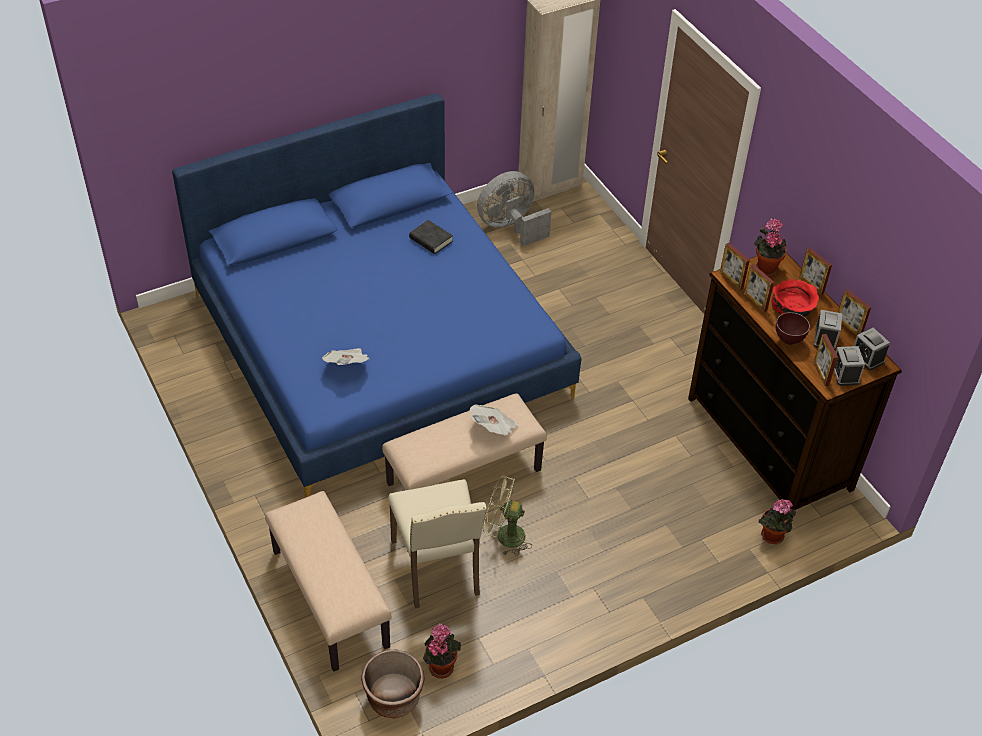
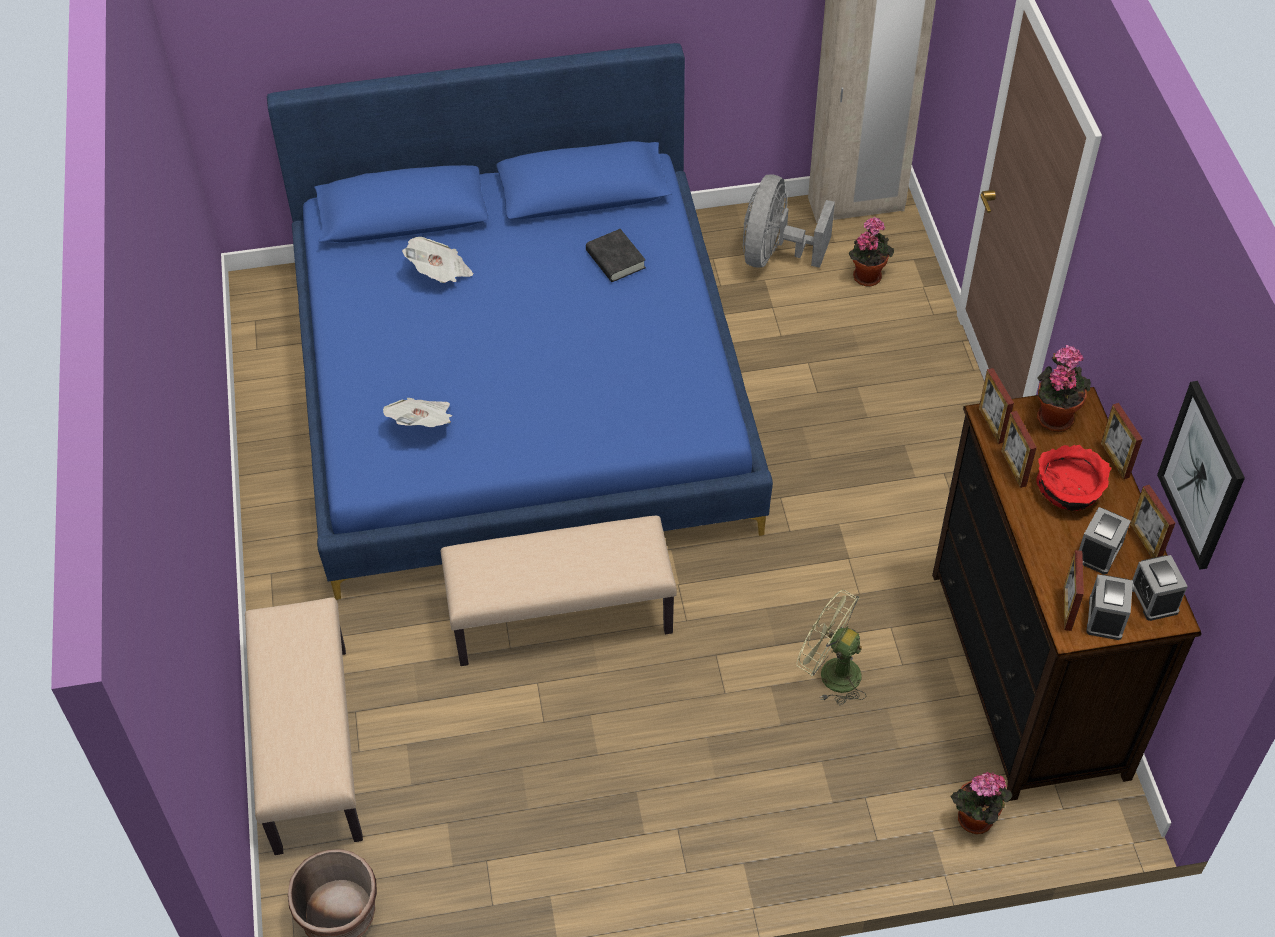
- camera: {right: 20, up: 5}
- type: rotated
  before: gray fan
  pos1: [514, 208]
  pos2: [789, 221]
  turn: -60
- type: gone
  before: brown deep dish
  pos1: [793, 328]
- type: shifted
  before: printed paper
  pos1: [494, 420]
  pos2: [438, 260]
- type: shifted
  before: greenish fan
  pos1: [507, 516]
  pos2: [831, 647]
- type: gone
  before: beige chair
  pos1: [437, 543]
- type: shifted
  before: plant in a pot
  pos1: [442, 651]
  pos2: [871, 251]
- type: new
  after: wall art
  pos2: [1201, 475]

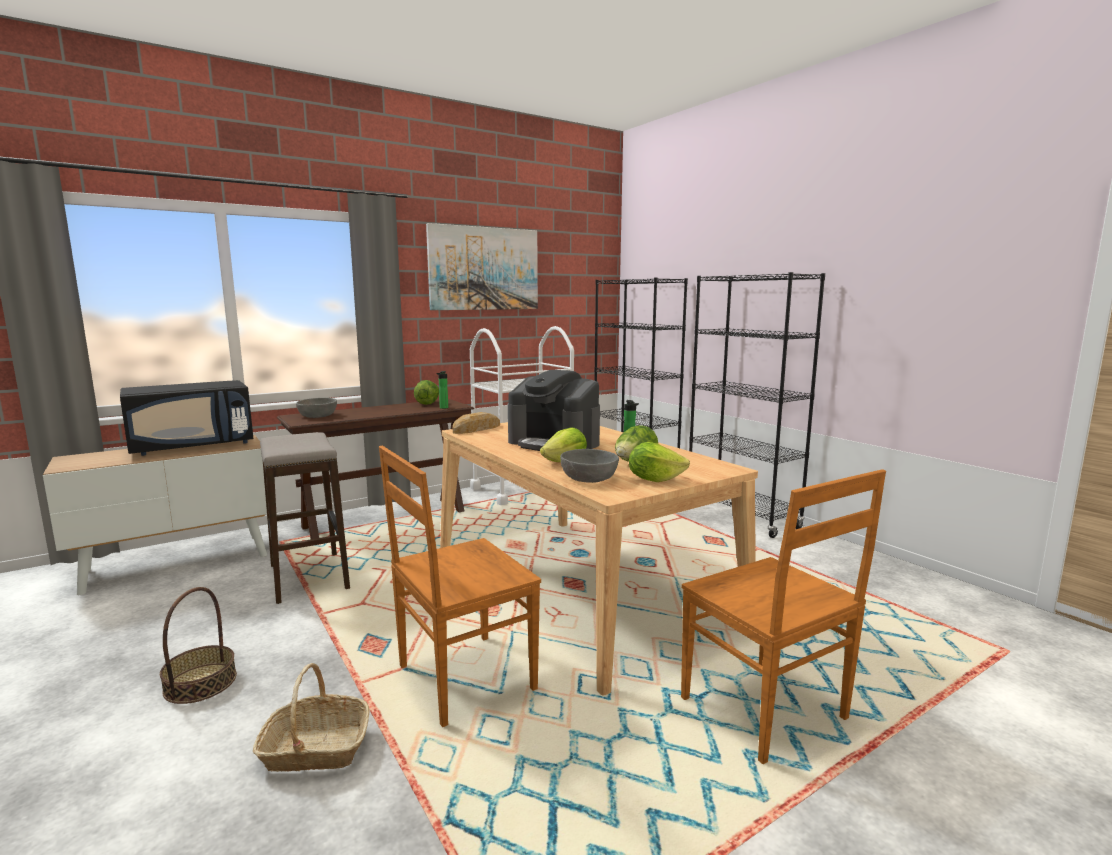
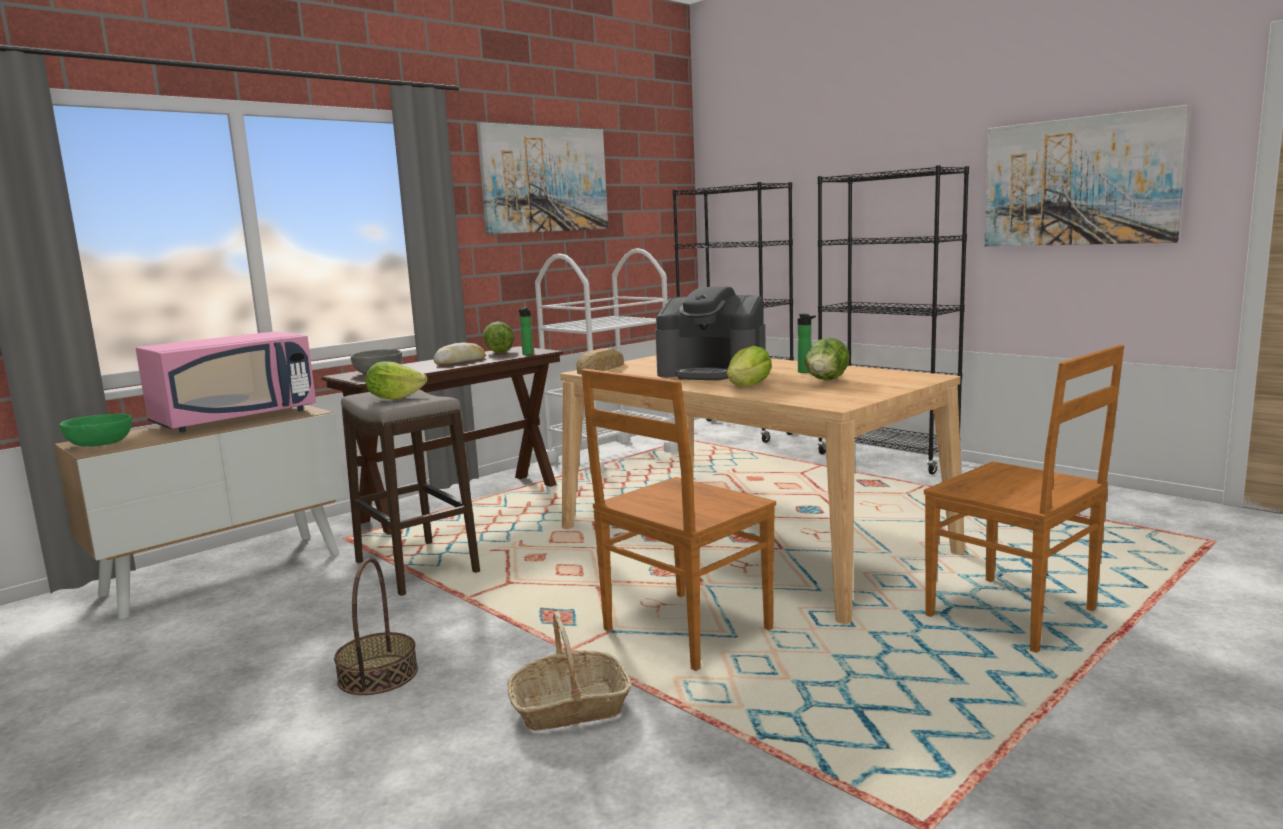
- camera: {right: -10, up: 0}
- type: repainted
  before: black-coloured microwave oven
  after: pinkish microwave oven
  pos1: [187, 418]
  pos2: [226, 381]
- type: shifted
  before: lettuce head
  pos1: [659, 462]
  pos2: [396, 380]
- type: gone
  before: gray deep dish
  pos1: [589, 466]
- type: new
  after: wall art
  pos2: [1087, 175]
- type: new
  after: bakery bread
  pos2: [459, 353]
- type: new
  after: greenish deep dish
  pos2: [96, 430]

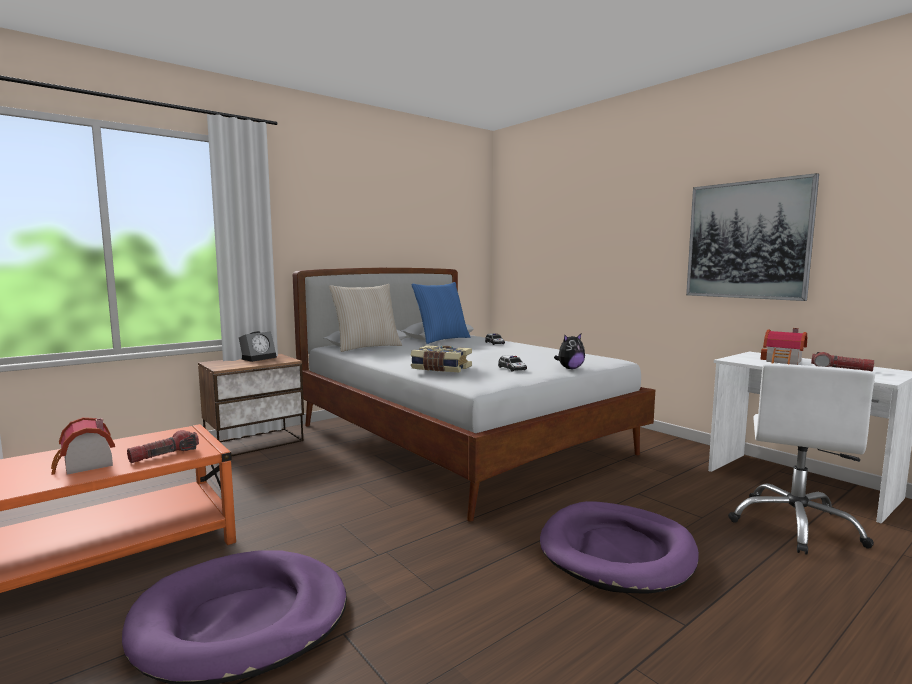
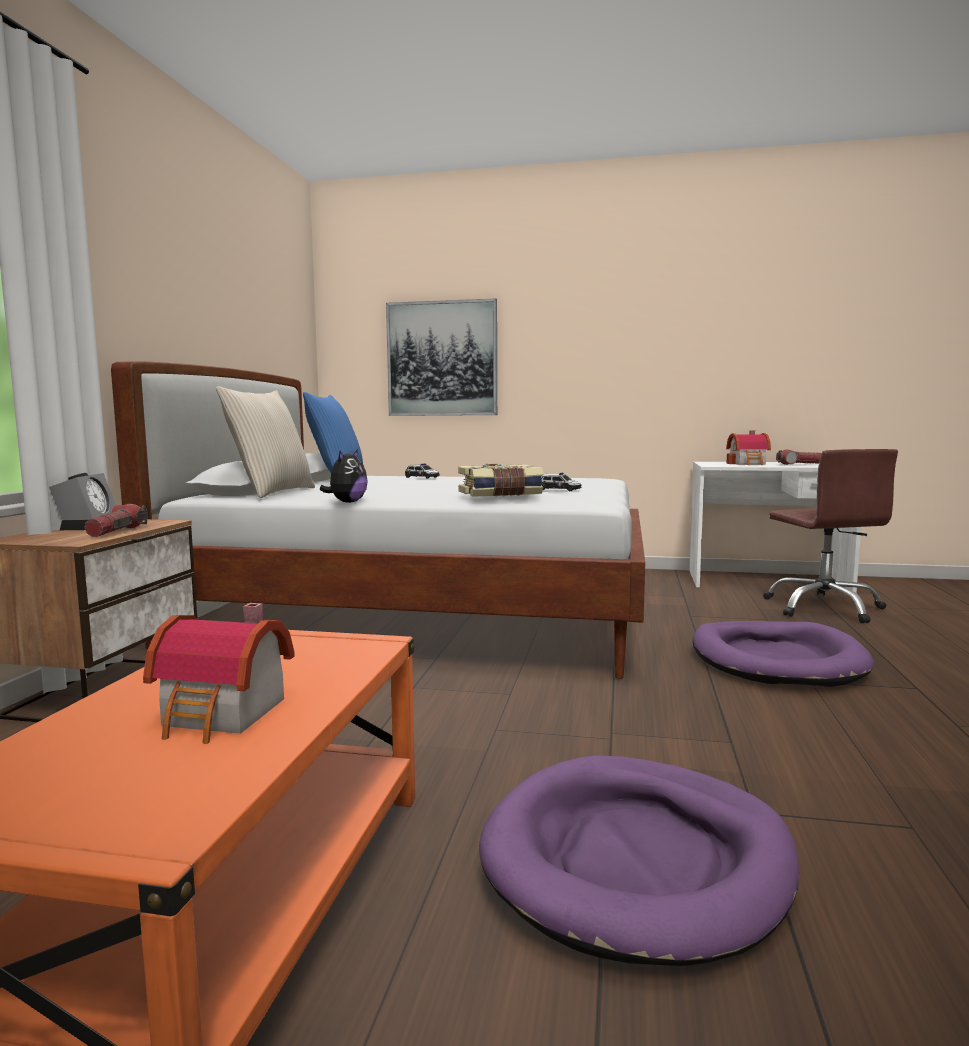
- camera: {right: -40, up: 0}
- type: shifted
  before: wall art
  pos1: [752, 237]
  pos2: [441, 357]
- type: shifted
  before: soft toy
  pos1: [569, 351]
  pos2: [343, 476]
- type: repainted
  before: white-coloured desk chair
  after: brown desk chair
  pos1: [801, 459]
  pos2: [830, 536]
- type: shifted
  before: flashlight
  pos1: [163, 446]
  pos2: [116, 520]

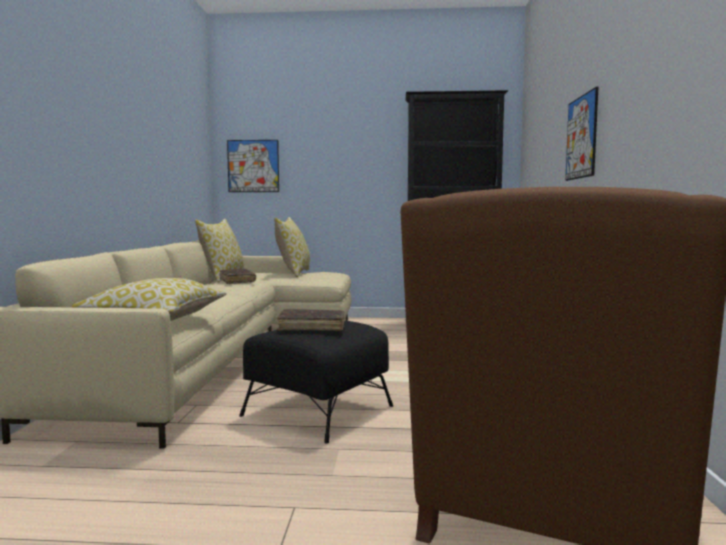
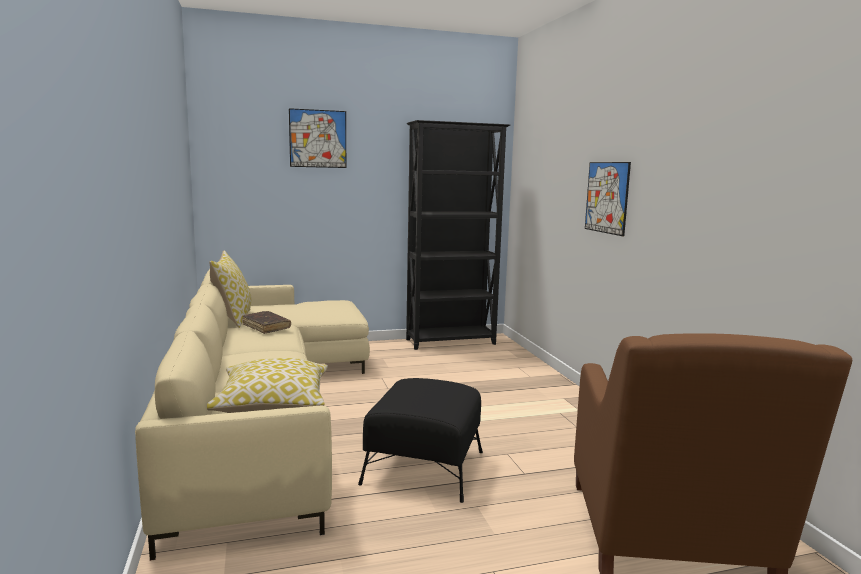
- camera: {right: -20, up: 5}
- type: shifted
  before: wall art
  pos1: [253, 166]
  pos2: [317, 138]
- type: gone
  before: pillow
  pos1: [292, 247]
- type: gone
  before: brown bound book
  pos1: [310, 320]

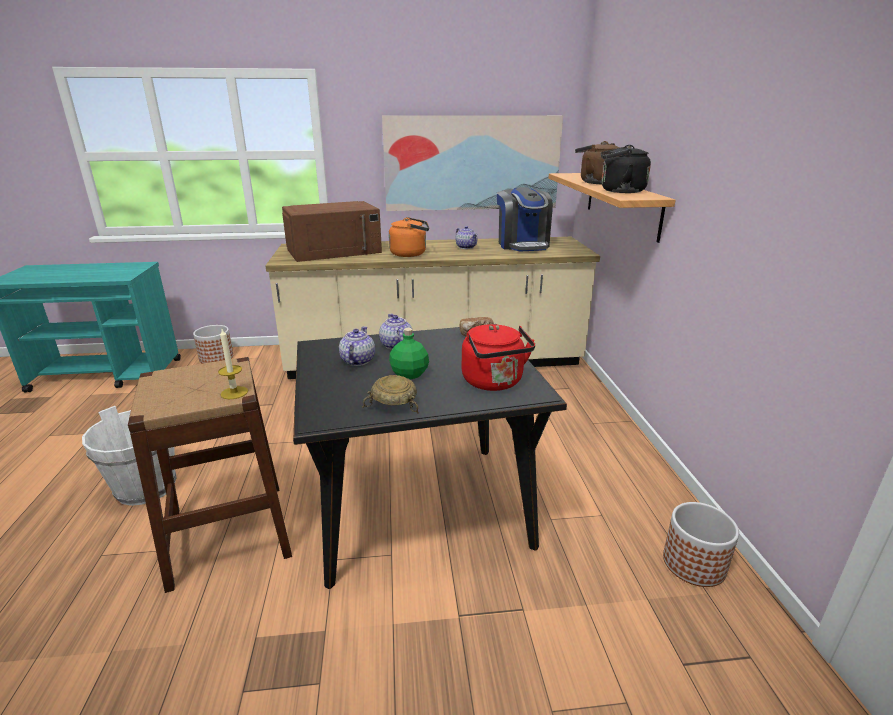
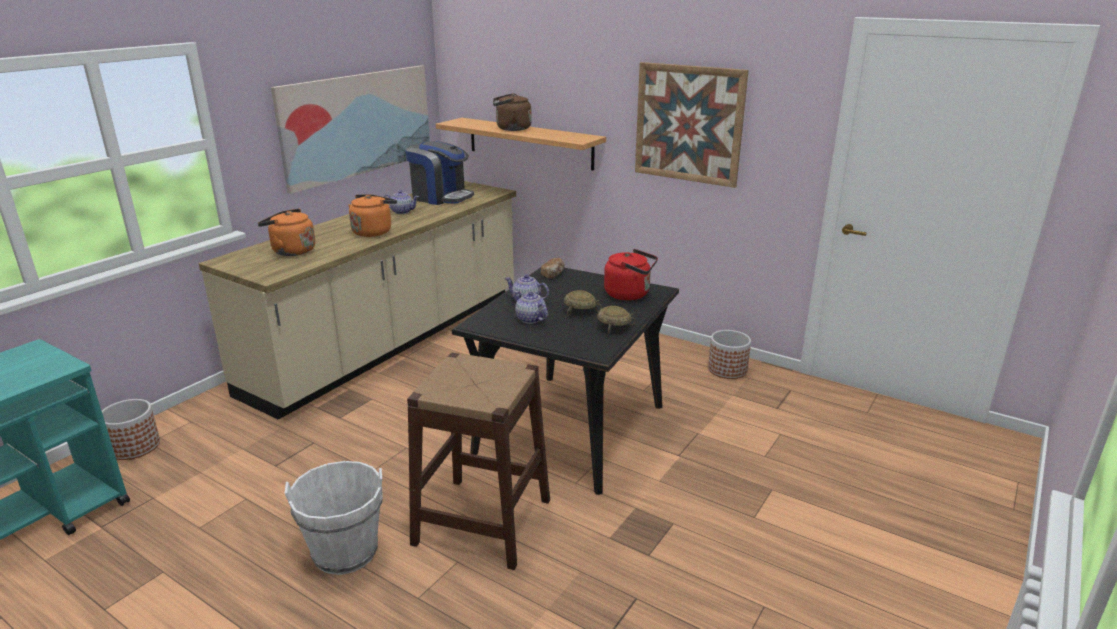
- camera: {right: -50, up: 0}
- type: gone
  before: black-coloured kettle
  pos1: [626, 169]
- type: swapped
  before: brown microwave oven
  after: orange-coloured kettle
  pos1: [332, 231]
  pos2: [286, 232]
- type: swapped
  before: greenish beverage bottle
  after: beige deep dish
  pos1: [409, 353]
  pos2: [583, 303]
- type: gone
  before: wax candle
  pos1: [233, 364]
- type: new
  after: wall art
  pos2: [692, 125]

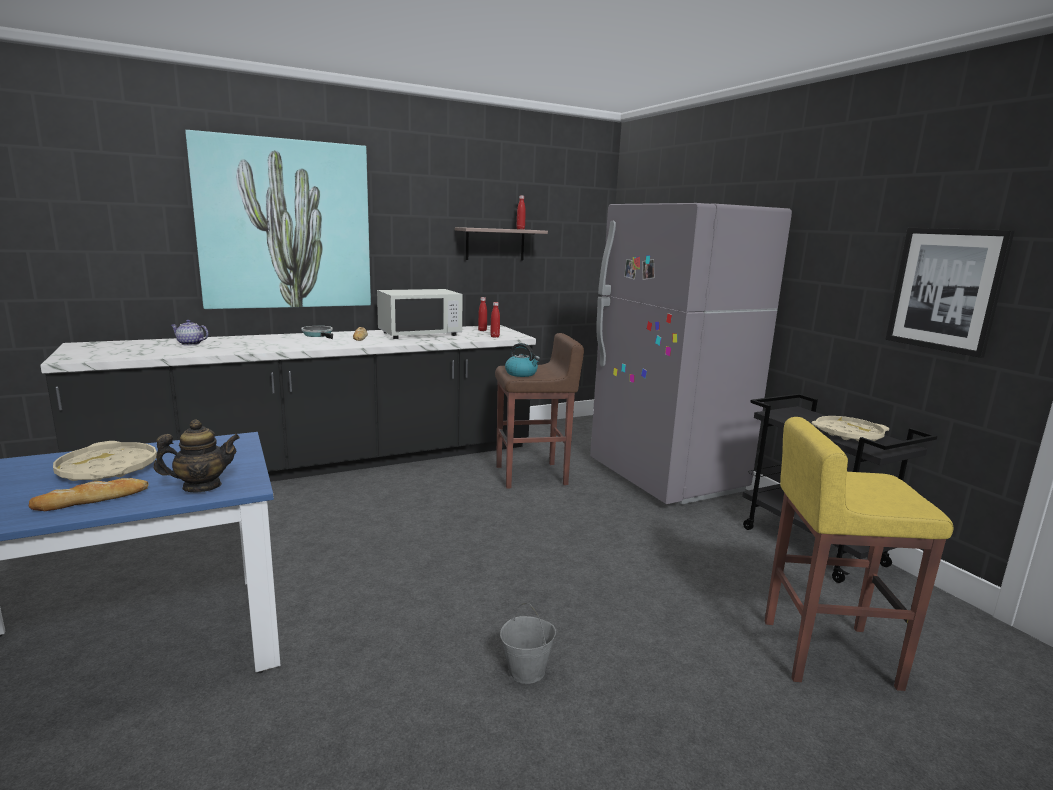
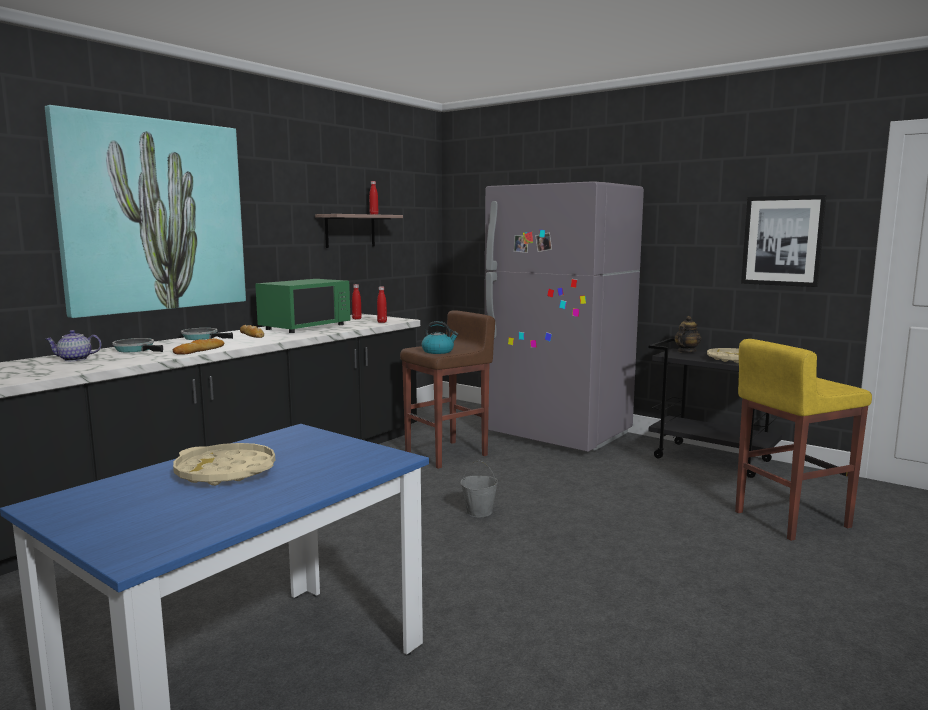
- camera: {right: -25, up: -5}
- type: repainted
  before: white-coloured microwave oven
  after: greenish microwave oven
  pos1: [420, 314]
  pos2: [302, 306]
- type: shifted
  before: pot for tea
  pos1: [197, 456]
  pos2: [688, 334]
- type: shifted
  before: bakery bread
  pos1: [88, 494]
  pos2: [198, 346]
- type: shifted
  before: gray bucket
  pos1: [528, 643]
  pos2: [479, 488]
- type: new
  after: pan
  pos2: [137, 345]

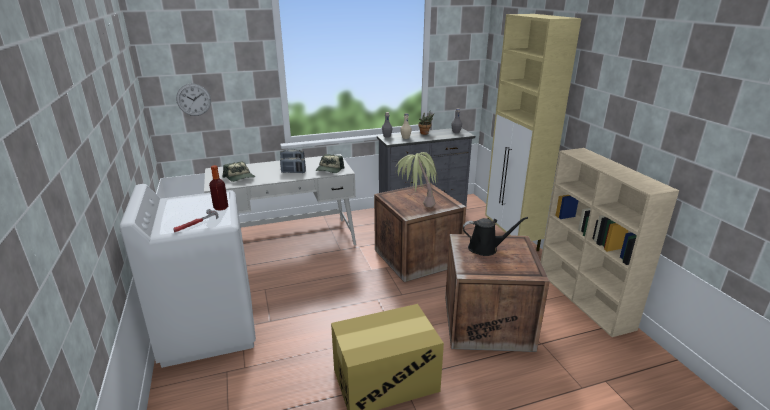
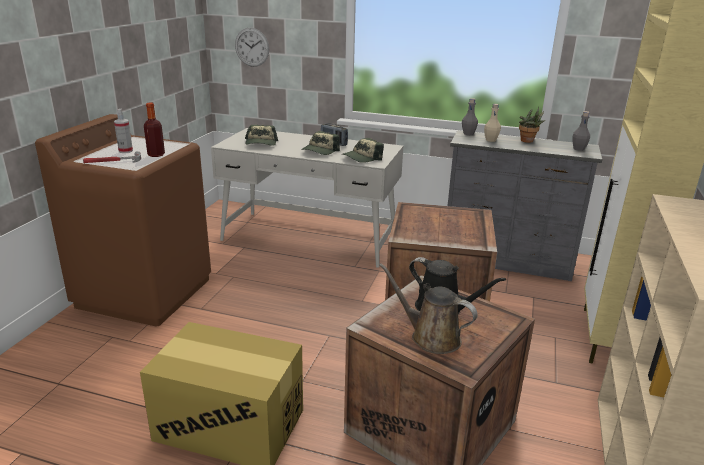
- camera: {right: 35, up: 0}
- type: gone
  before: plant in a pot
  pos1: [416, 180]
- type: swapped
  before: radio receiver
  after: cap
  pos1: [293, 165]
  pos2: [320, 143]
- type: repainted
  before: white-coloured laundry appliance
  after: brown laundry appliance
  pos1: [187, 276]
  pos2: [123, 220]
- type: new
  after: spray bottle
  pos2: [123, 131]
- type: new
  after: brown sprinkling can
  pos2: [428, 308]

